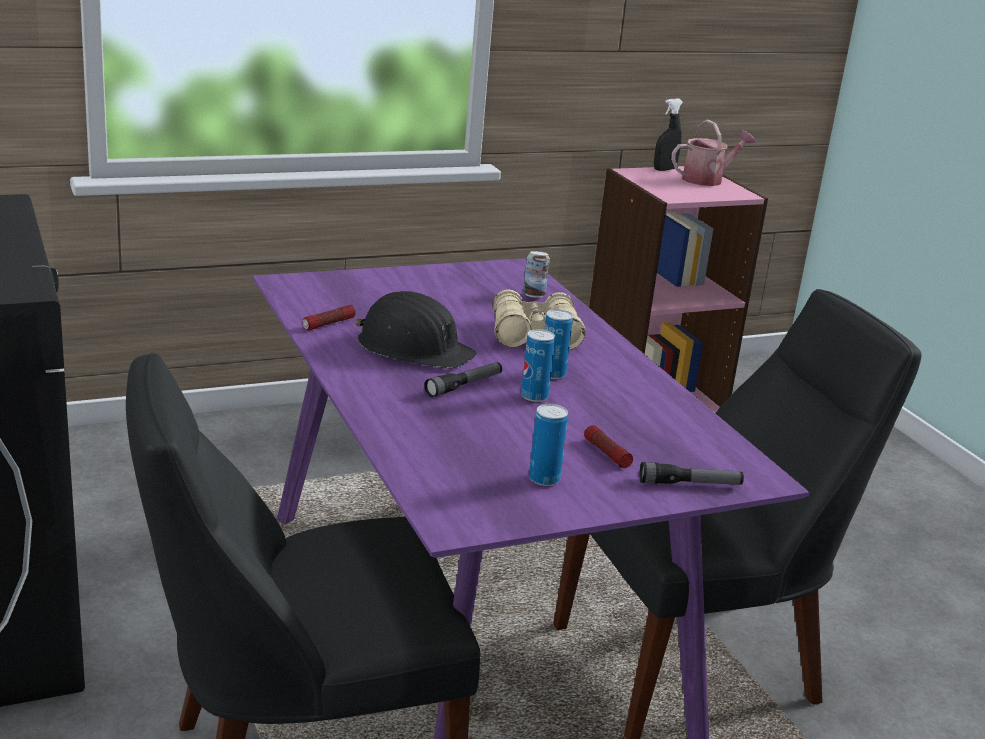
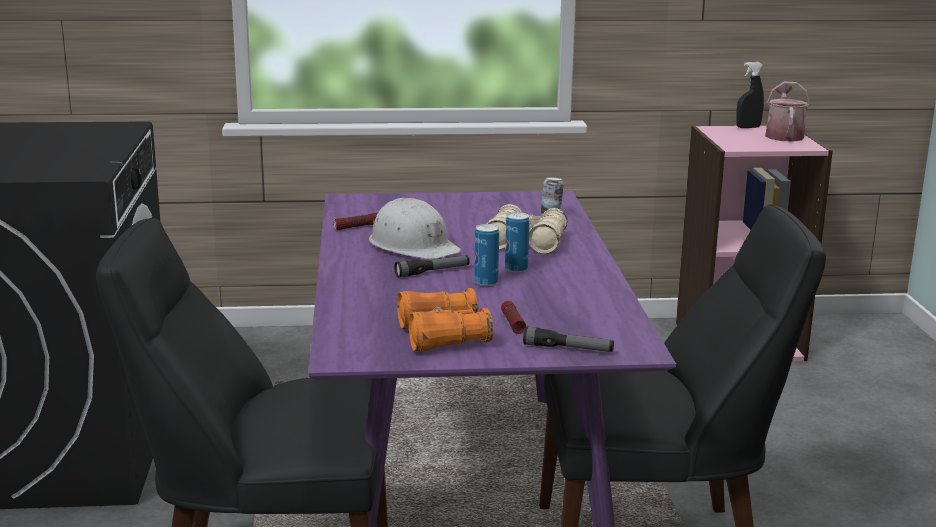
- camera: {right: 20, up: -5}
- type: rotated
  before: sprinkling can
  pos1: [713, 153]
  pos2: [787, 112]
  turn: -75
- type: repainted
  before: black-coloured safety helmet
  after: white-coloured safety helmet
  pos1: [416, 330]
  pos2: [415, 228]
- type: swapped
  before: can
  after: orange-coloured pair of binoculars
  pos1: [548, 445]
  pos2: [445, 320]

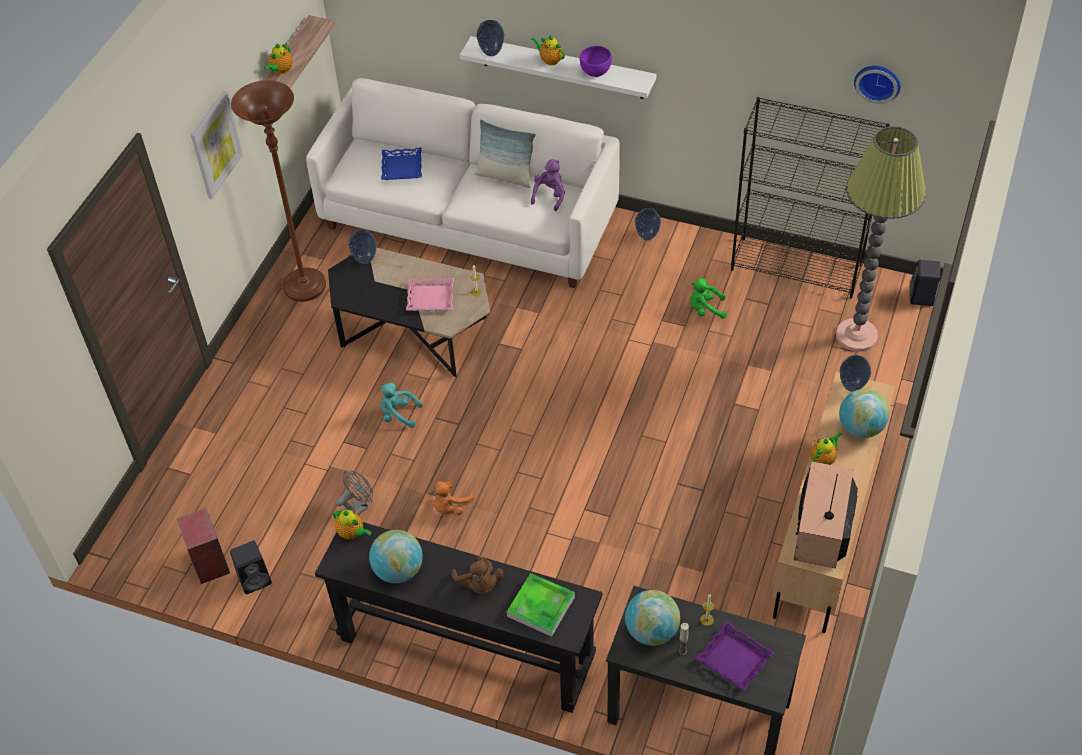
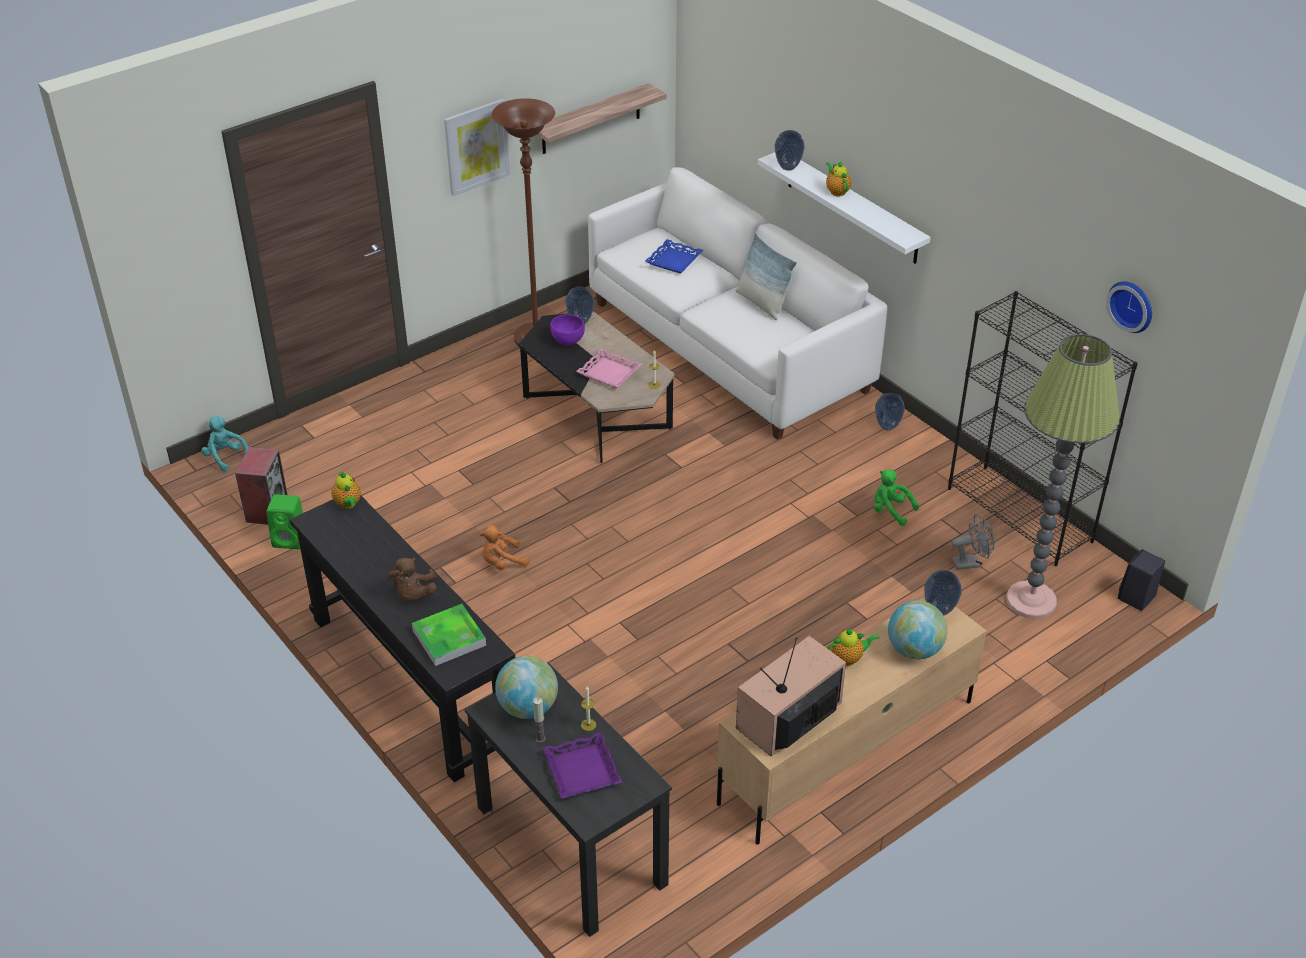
- camera: {right: 30, up: -10}
- type: gone
  before: pot for tea
  pos1: [278, 58]
- type: shifted
  before: purple deep dish
  pos1: [596, 61]
  pos2: [567, 330]
- type: gone
  before: purple soft toy
  pos1: [548, 185]
- type: shifted
  before: blue-green soft toy
  pos1: [401, 405]
  pos2: [225, 444]
- type: shifted
  before: gray fan
  pos1: [354, 492]
  pos2: [973, 542]
- type: gone
  before: desk globe
  pos1: [396, 556]
- type: repainted
  before: black-coloured audio speaker
  after: greenish audio speaker
  pos1: [251, 567]
  pos2: [284, 521]

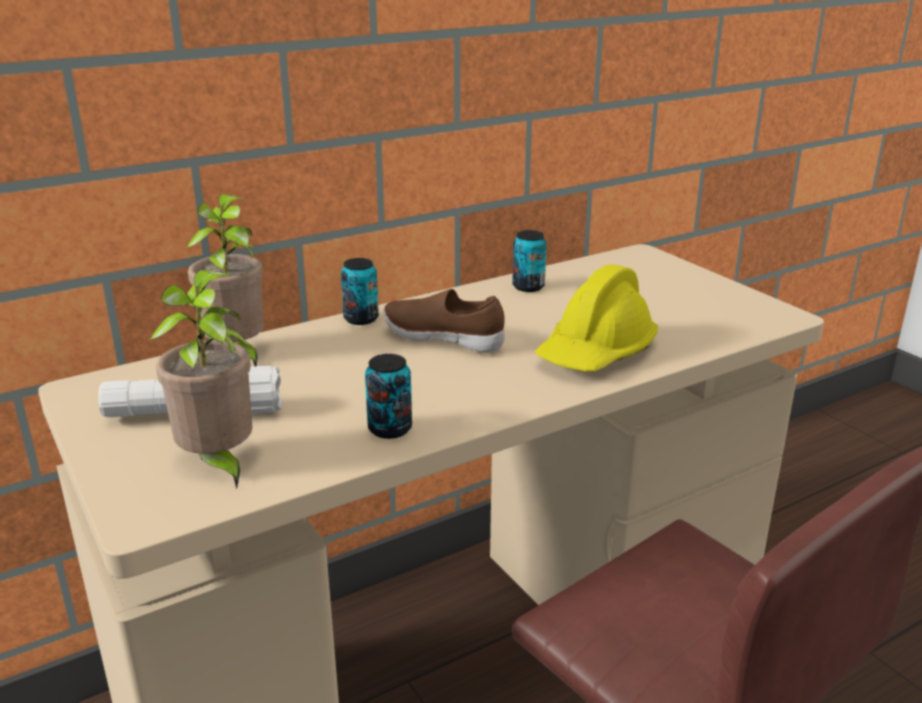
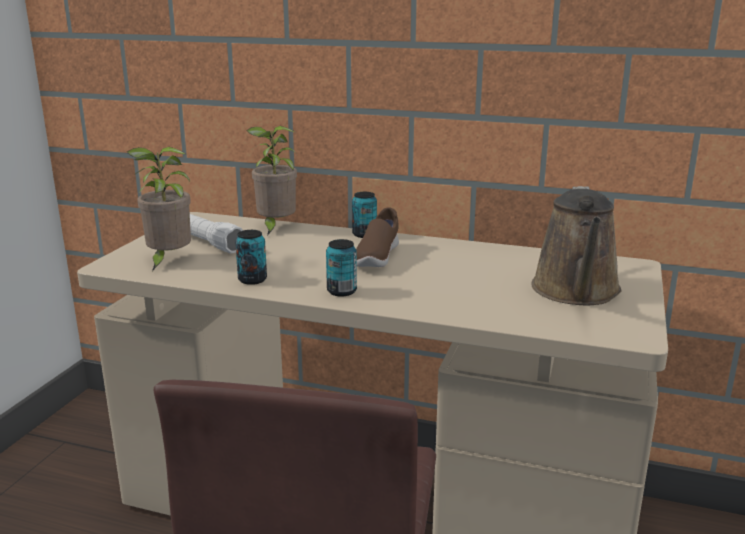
- camera: {right: 50, up: -5}
- type: shifted
  before: can
  pos1: [529, 261]
  pos2: [341, 267]
- type: gone
  before: yellow-coloured safety helmet
  pos1: [596, 317]
- type: rotated
  before: brown item of footwear
  pos1: [444, 320]
  pos2: [377, 237]
  turn: -150
- type: new
  after: brown sprinkling can
  pos2: [576, 245]

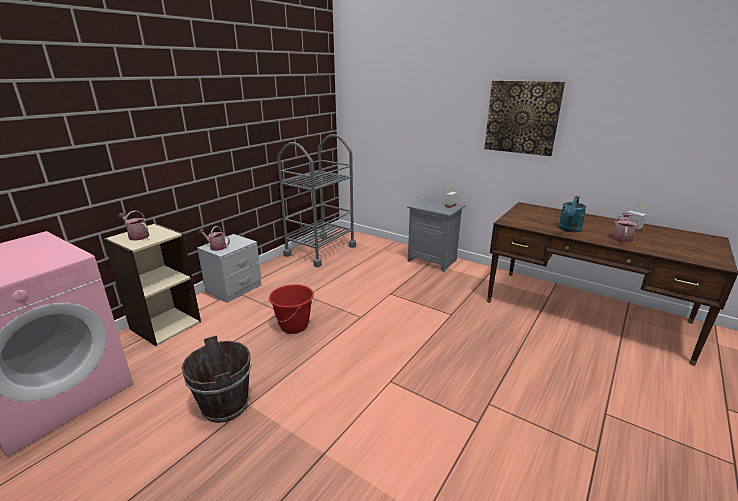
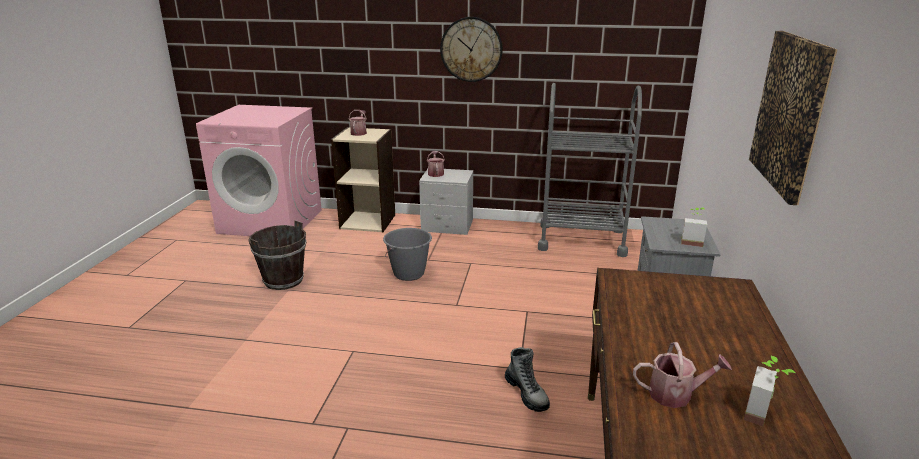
- camera: {right: 65, up: 0}
- type: gone
  before: blue-green sprinkling can
  pos1: [572, 214]
- type: repainted
  before: reddish bucket
  after: gray bucket
  pos1: [291, 309]
  pos2: [407, 254]
- type: new
  after: hanging clock
  pos2: [471, 49]
- type: new
  after: tall boot
  pos2: [527, 379]

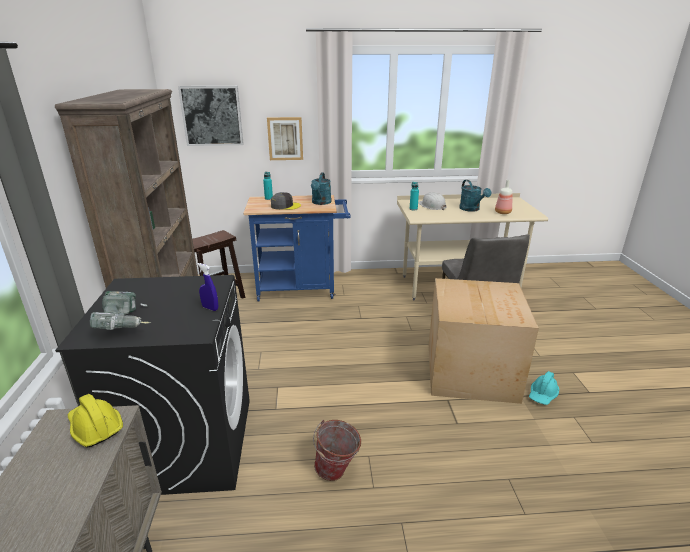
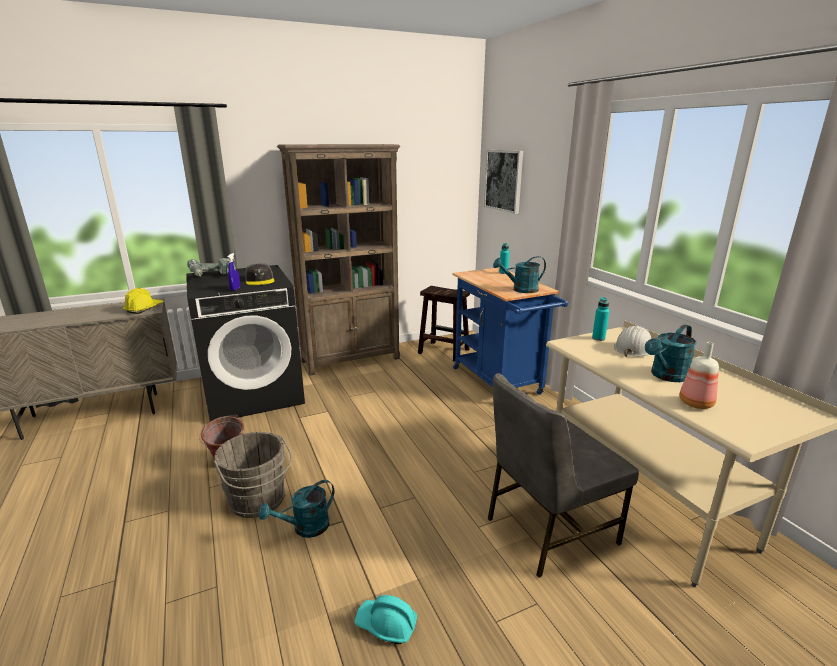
- camera: {right: 70, up: -5}
- type: gone
  before: wall art
  pos1: [285, 138]
- type: shifted
  before: gray cap
  pos1: [286, 201]
  pos2: [259, 274]
- type: gone
  before: carton
  pos1: [484, 341]
- type: new
  after: gray bucket
  pos2: [253, 475]
- type: new
  after: blue-green sprinkling can
  pos2: [296, 509]

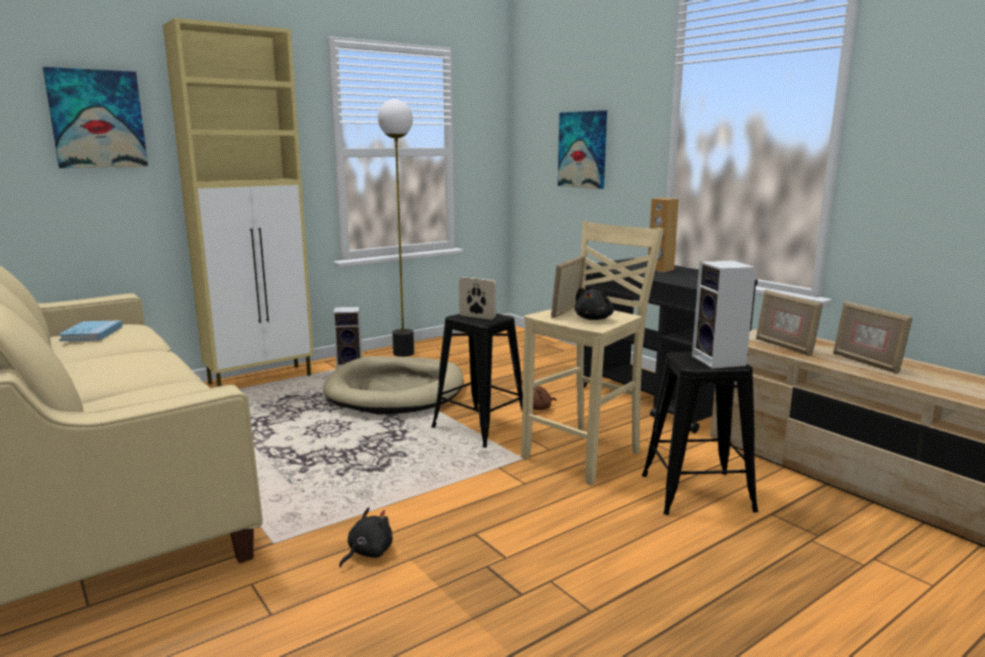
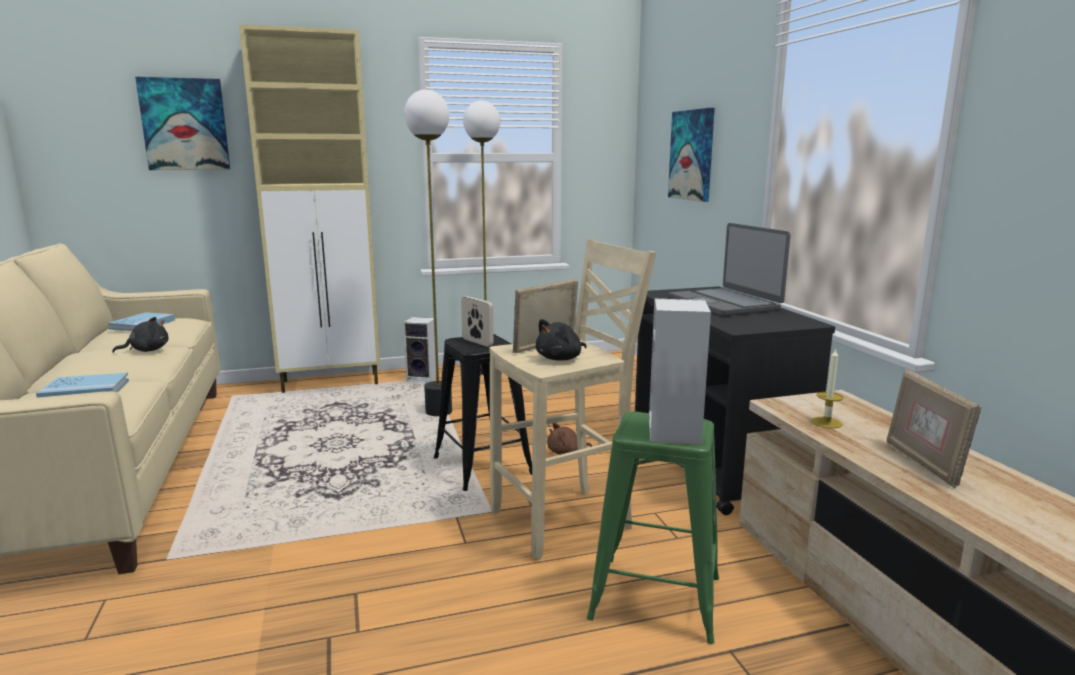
- camera: {right: 20, up: 0}
- type: swapped
  before: brown audio speaker
  after: laptop
  pos1: [663, 235]
  pos2: [730, 269]
- type: swapped
  before: standing frame
  after: wax candle
  pos1: [789, 323]
  pos2: [827, 388]
- type: repainted
  before: black-coloured stool seat
  after: greenish stool seat
  pos1: [700, 433]
  pos2: [653, 528]
- type: swapped
  before: beige dog cushion
  after: standing lamp
  pos1: [393, 385]
  pos2: [428, 252]
- type: shifted
  before: black-coloured soft toy
  pos1: [366, 537]
  pos2: [140, 335]
- type: new
  after: blue-coloured bound book
  pos2: [82, 385]

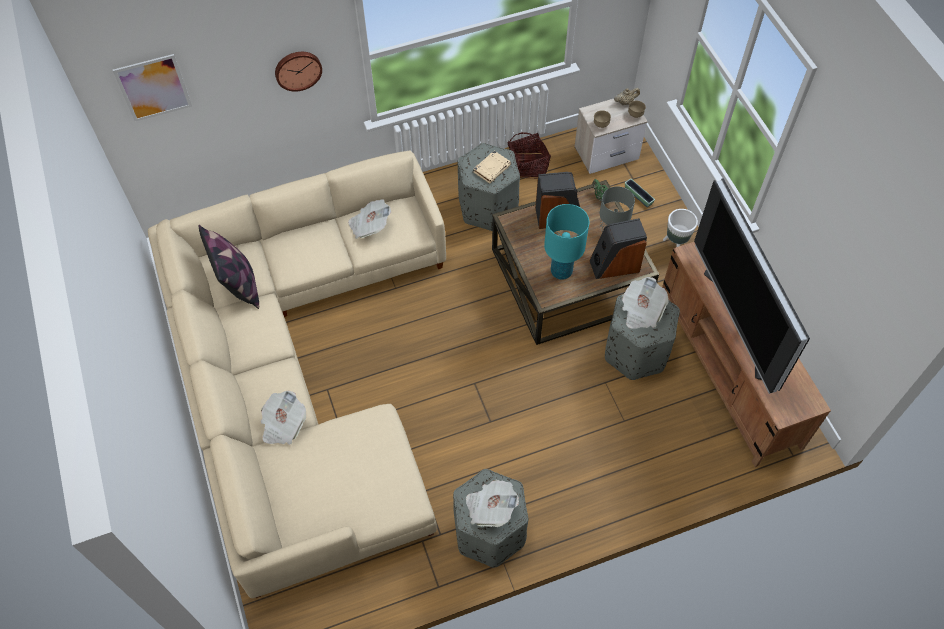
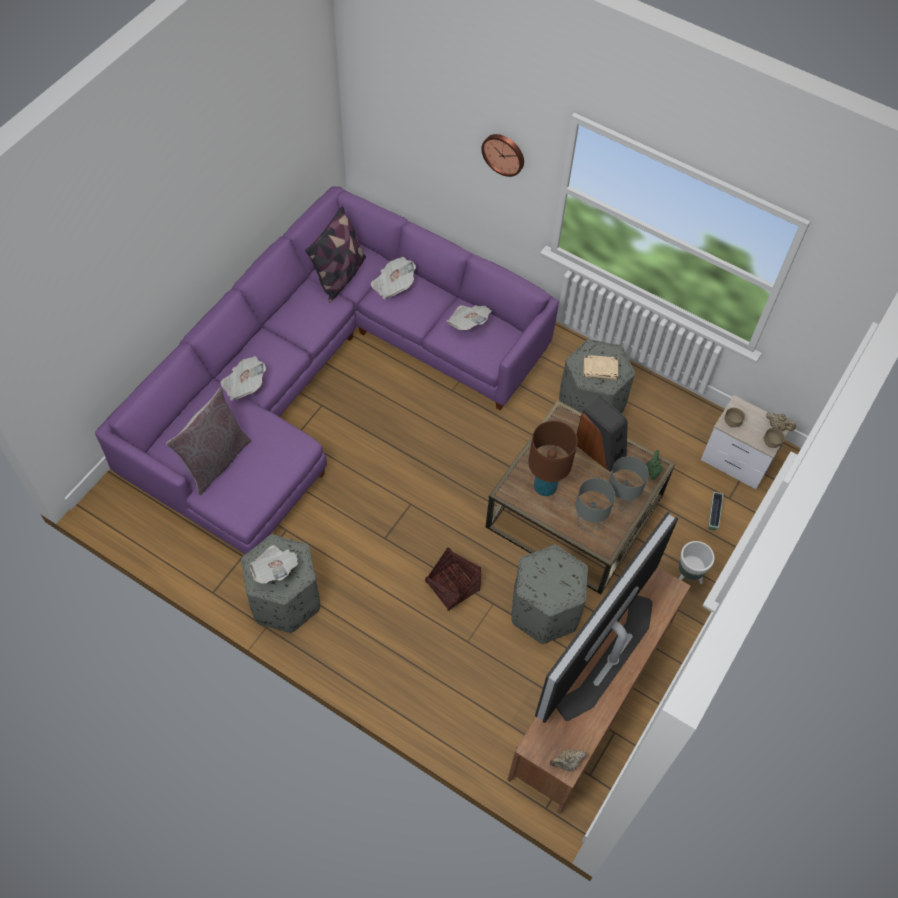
- camera: {right: 50, up: 0}
- type: gone
  before: wall art
  pos1: [152, 88]
- type: shifted
  before: storage basket
  pos1: [529, 155]
  pos2: [453, 579]
- type: repainted
  before: beige settee
  after: purple settee
  pos1: [297, 374]
  pos2: [327, 370]
- type: repainted
  before: blue-green tabletop lamp
  after: brown tabletop lamp
  pos1: [566, 242]
  pos2: [553, 458]
- type: swapped
  before: audio speaker
  after: gray tabletop lamp
  pos1: [618, 248]
  pos2: [595, 505]
- type: shifted
  before: printed paper
  pos1: [645, 303]
  pos2: [393, 278]
- type: new
  after: gray pillow
  pos2: [208, 441]
- type: new
  after: beige pot for tea
  pos2: [568, 760]

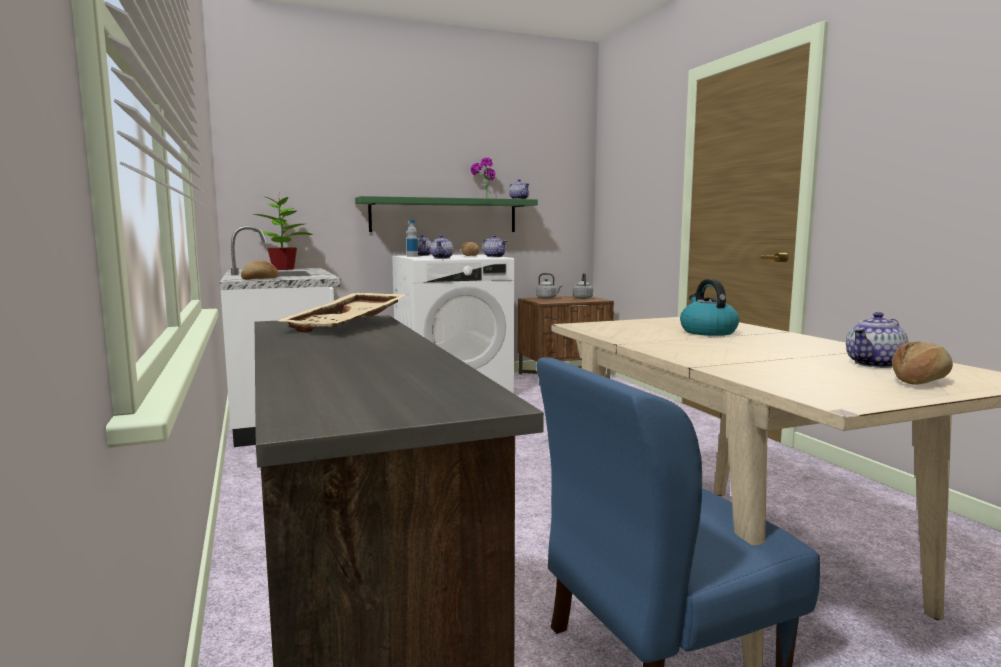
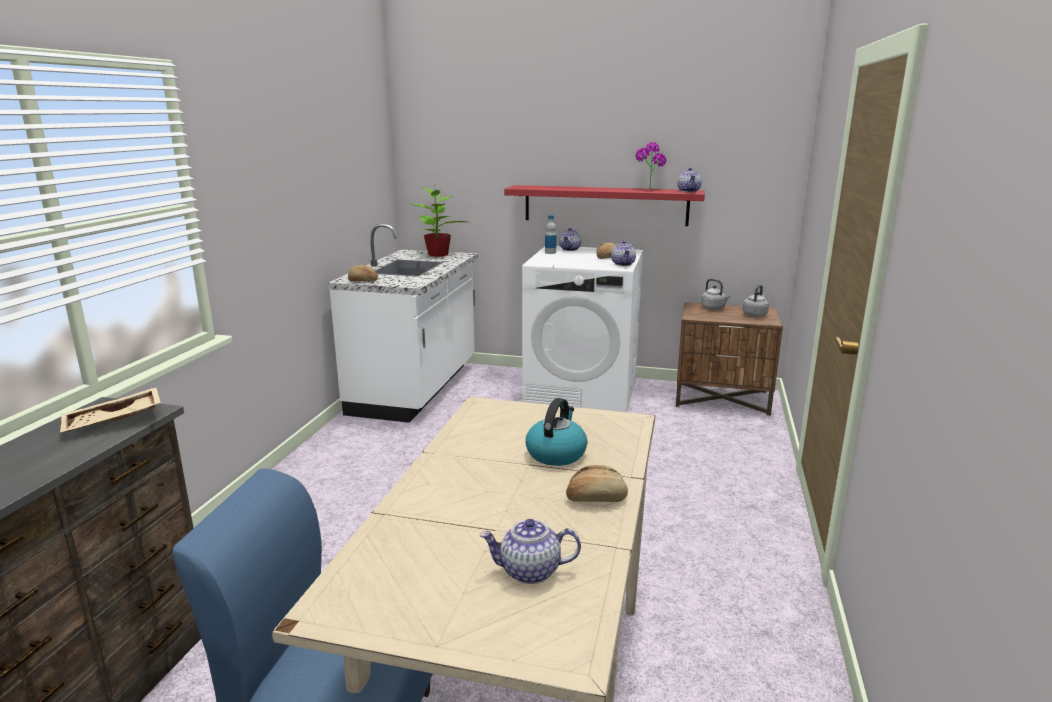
- camera: {right: 35, up: 10}
- type: repainted
  before: greenish bracket shelf
  after: reddish bracket shelf
  pos1: [446, 214]
  pos2: [604, 205]
- type: gone
  before: pot for tea
  pos1: [442, 246]
- type: shifted
  before: bakery bread
  pos1: [922, 363]
  pos2: [597, 483]

